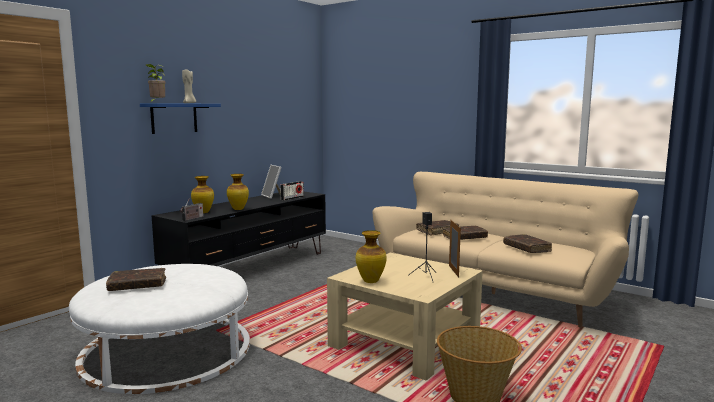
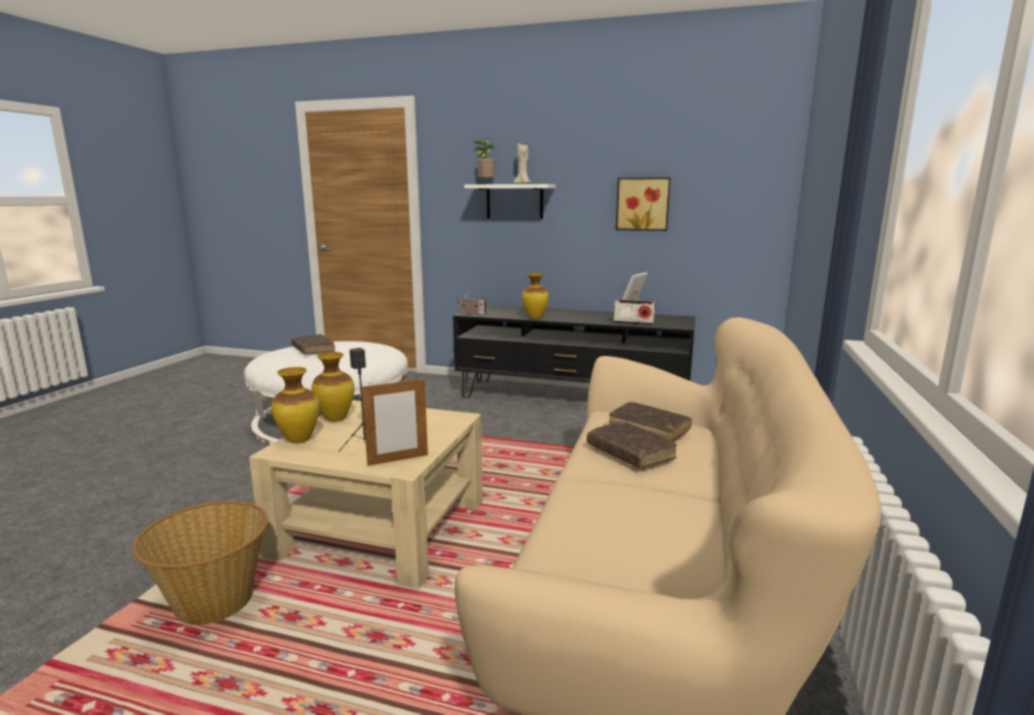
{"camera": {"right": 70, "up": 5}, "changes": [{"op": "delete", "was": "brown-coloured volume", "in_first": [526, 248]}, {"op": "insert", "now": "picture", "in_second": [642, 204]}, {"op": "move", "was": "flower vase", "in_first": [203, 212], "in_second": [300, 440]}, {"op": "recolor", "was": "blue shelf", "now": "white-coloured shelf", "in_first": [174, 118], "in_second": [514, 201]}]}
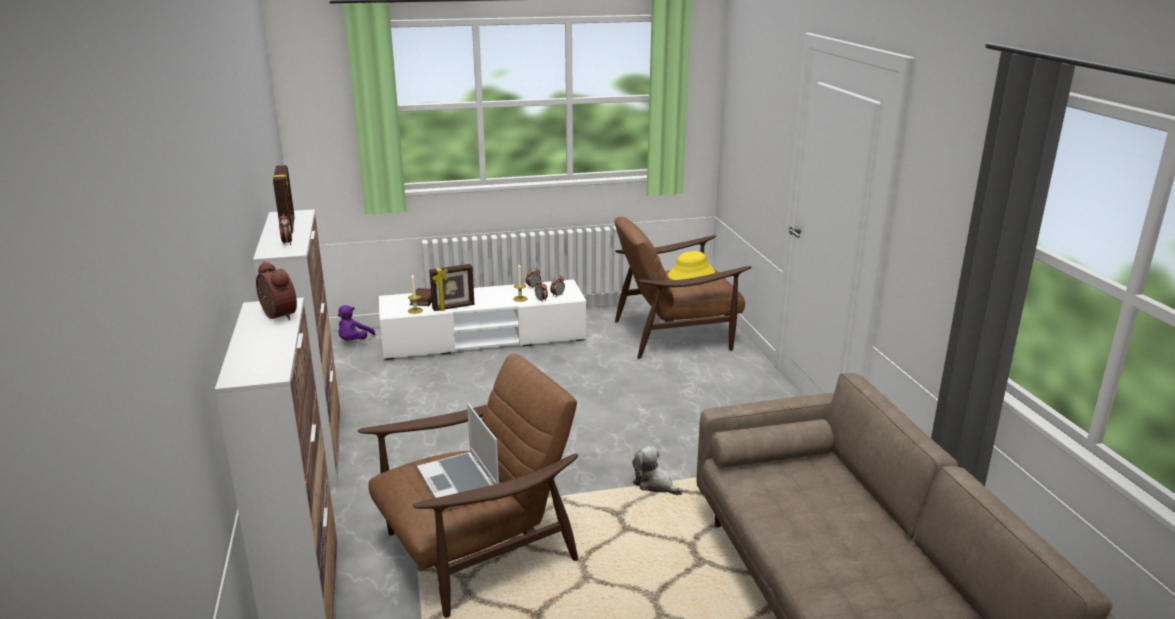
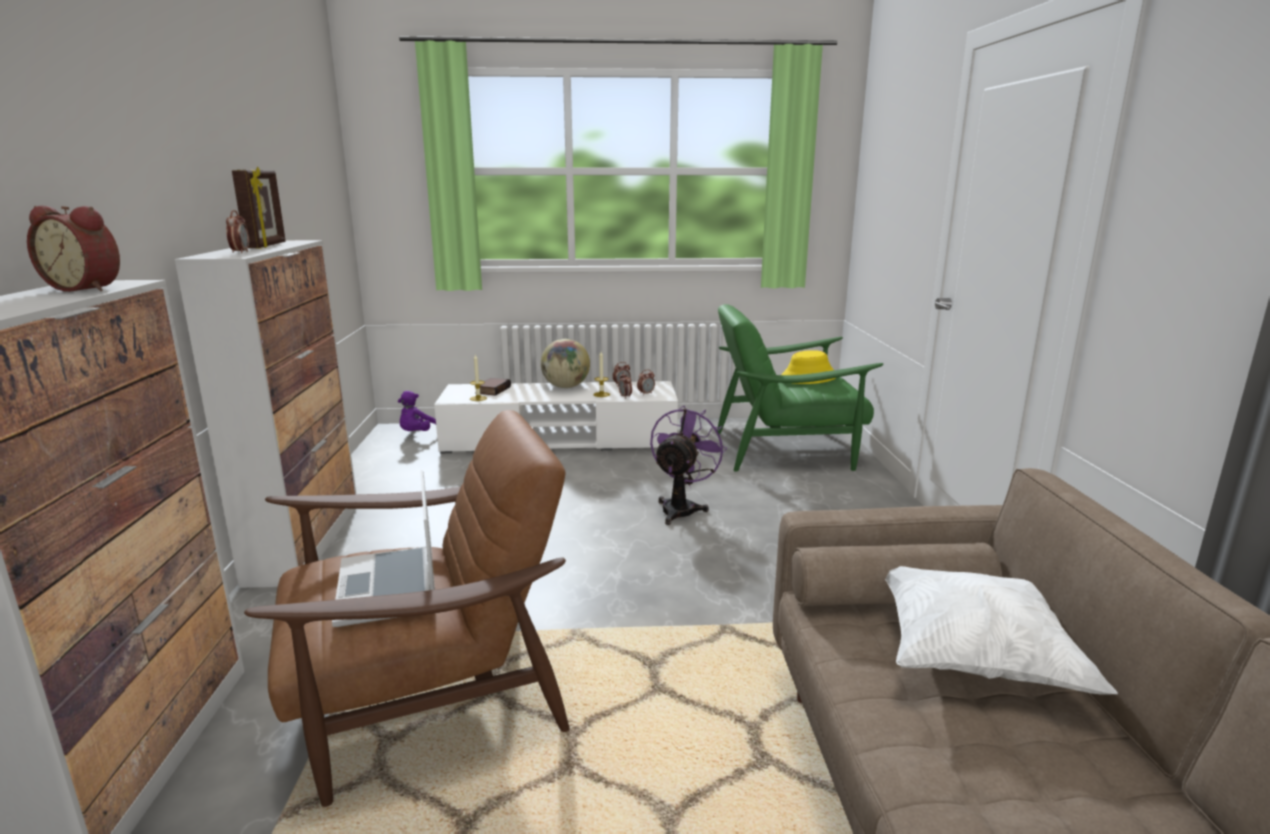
{"camera": {"right": 10, "up": -5}, "changes": [{"op": "delete", "was": "picture frame", "in_first": [453, 307]}, {"op": "delete", "was": "soft toy", "in_first": [654, 484]}, {"op": "insert", "now": "desk globe", "in_second": [565, 387]}, {"op": "insert", "now": "purplish electric fan", "in_second": [681, 508]}, {"op": "insert", "now": "white-coloured throw pillow", "in_second": [974, 657]}, {"op": "recolor", "was": "brown-coloured lounge chair", "now": "greenish lounge chair", "in_first": [675, 334], "in_second": [786, 449]}, {"op": "rotate", "was": "table clock", "in_first": [276, 316], "in_second": [87, 288], "clockwise": 135}]}
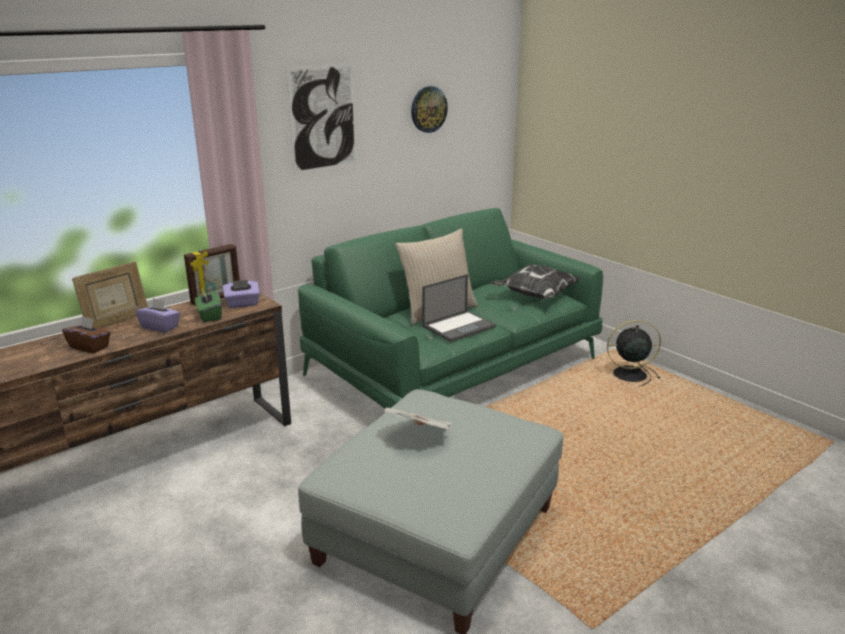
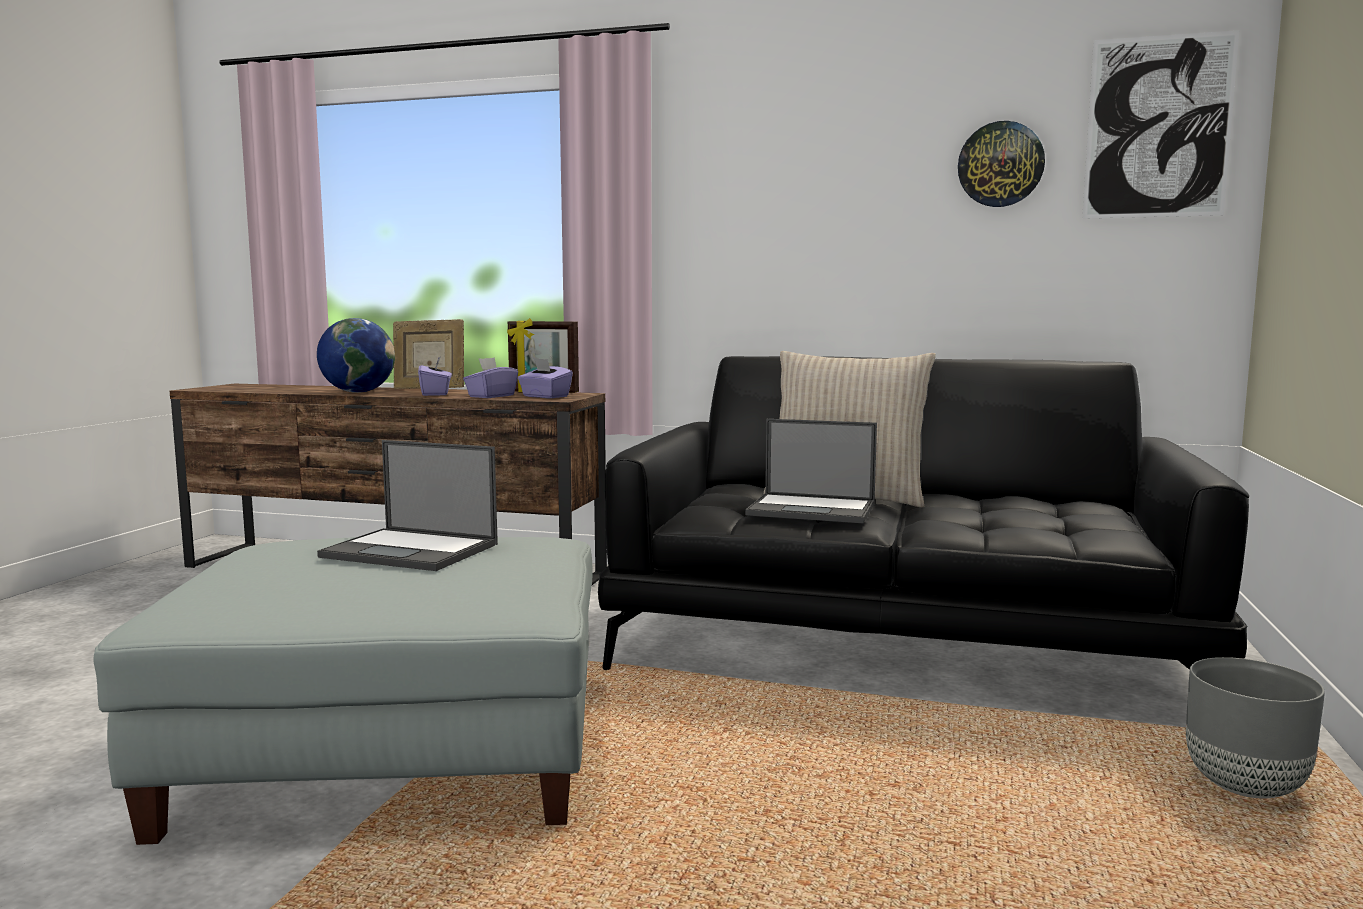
{"camera": {"right": 55, "up": -15}, "changes": [{"op": "delete", "was": "throw pillow", "in_first": [535, 296]}, {"op": "move", "was": "picture", "in_first": [323, 118], "in_second": [1158, 127]}, {"op": "replace", "was": "brown-coloured box of tissues", "now": "desk globe", "in_first": [90, 347], "in_second": [358, 392]}, {"op": "replace", "was": "printed paper", "now": "notebook computer", "in_first": [421, 434], "in_second": [412, 551]}, {"op": "replace", "was": "black electric fan", "now": "greyish plant pot", "in_first": [628, 375], "in_second": [1243, 787]}, {"op": "recolor", "was": "greenish box of tissues", "now": "purplish box of tissues", "in_first": [209, 316], "in_second": [491, 396]}, {"op": "recolor", "was": "greenish couch", "now": "black couch", "in_first": [455, 366], "in_second": [902, 638]}]}
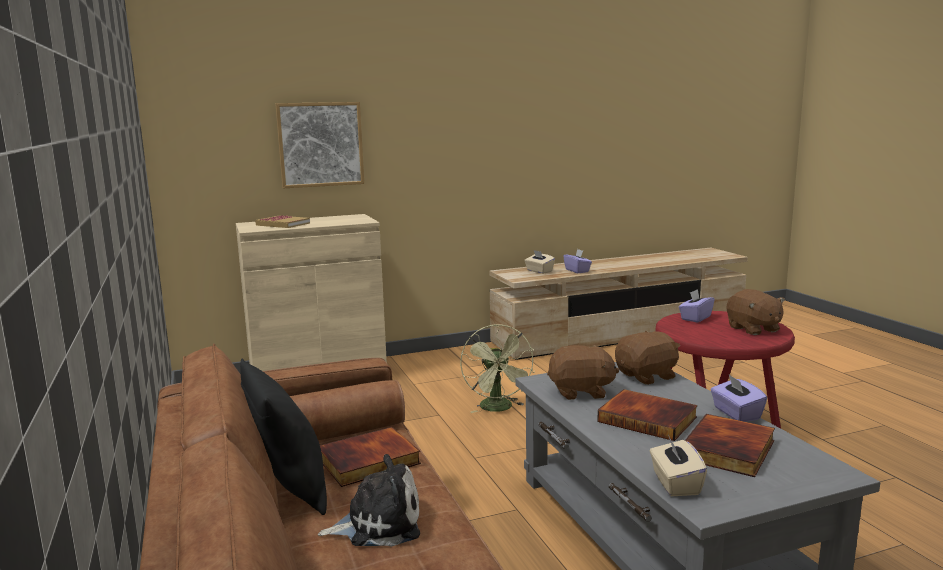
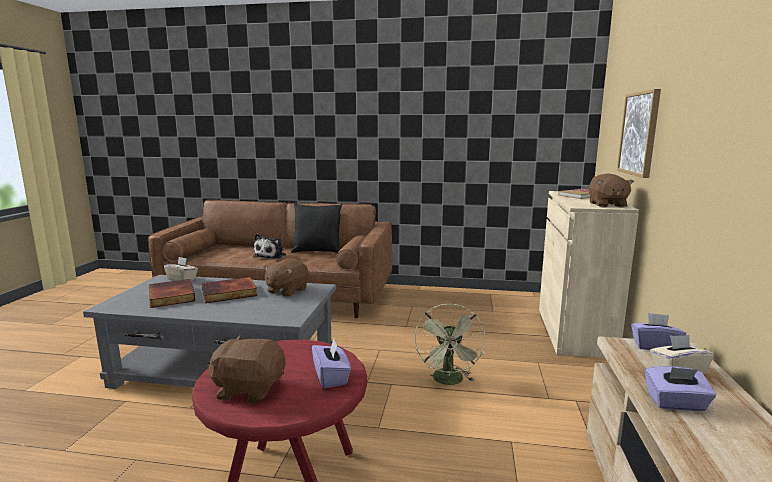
{"camera": {"right": 120, "up": 0}, "changes": [{"op": "delete", "was": "volume", "in_first": [368, 462]}, {"op": "move", "was": "brown-coloured soft toy", "in_first": [647, 376], "in_second": [607, 205]}, {"op": "move", "was": "purplish box of tissues", "in_first": [736, 414], "in_second": [654, 346]}, {"op": "rotate", "was": "greenish electric fan", "in_first": [499, 409], "in_second": [449, 381], "clockwise": -105}]}
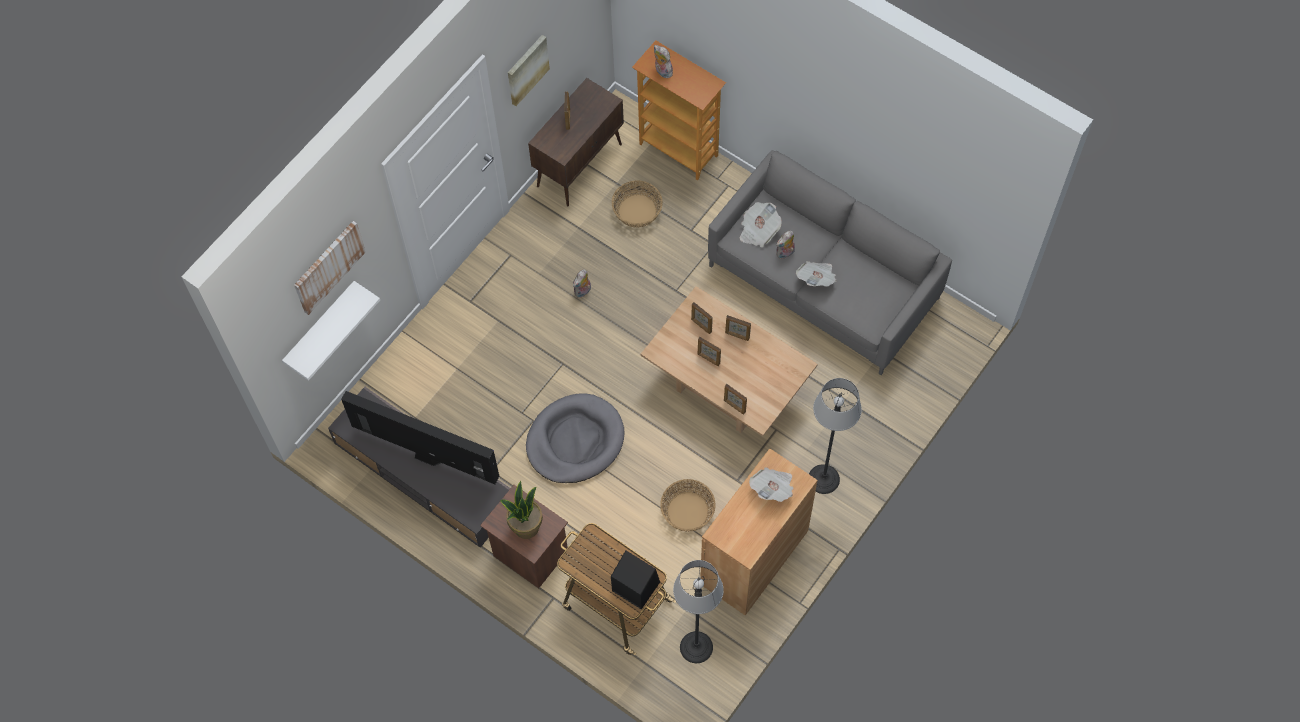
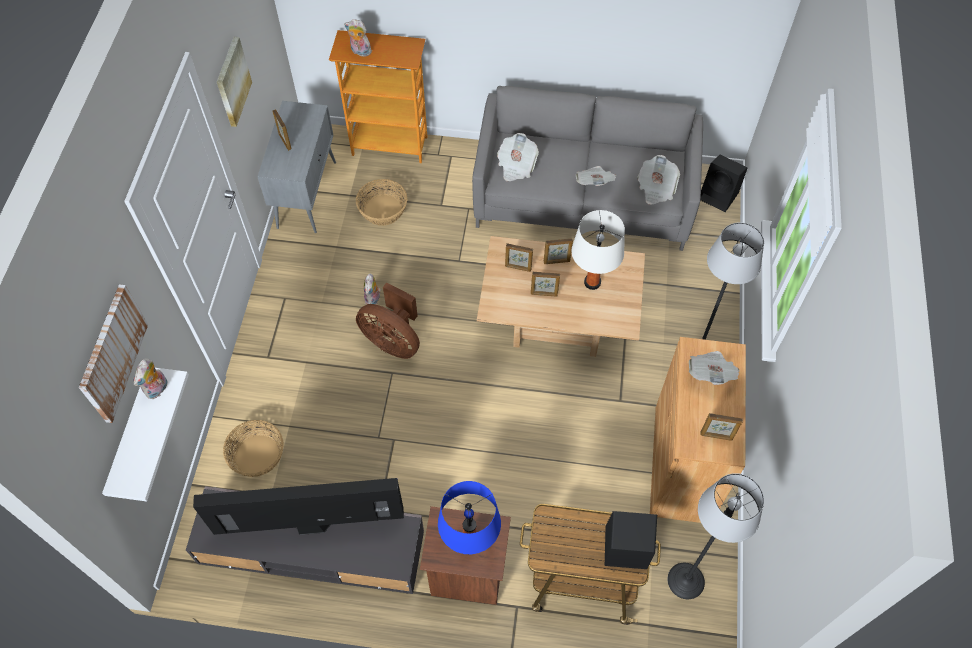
{"camera": {"right": -30, "up": -5}, "changes": [{"op": "delete", "was": "greyish dog bed", "in_first": [575, 441]}, {"op": "insert", "now": "brown-coloured electric fan", "in_second": [393, 340]}, {"op": "insert", "now": "white-coloured table lamp", "in_second": [592, 282]}, {"op": "insert", "now": "printed paper", "in_second": [656, 188]}, {"op": "insert", "now": "black audio speaker", "in_second": [719, 196]}, {"op": "move", "was": "storage basket", "in_first": [687, 511], "in_second": [257, 455]}, {"op": "move", "was": "picture frame", "in_first": [734, 406], "in_second": [716, 436]}, {"op": "move", "was": "soft toy", "in_first": [785, 253], "in_second": [157, 389]}, {"op": "replace", "was": "potted plant", "now": "blue table lamp", "in_first": [526, 527], "in_second": [470, 545]}, {"op": "recolor", "was": "brown-coloured storage cabinet", "now": "greyish storage cabinet", "in_first": [580, 164], "in_second": [307, 194]}]}
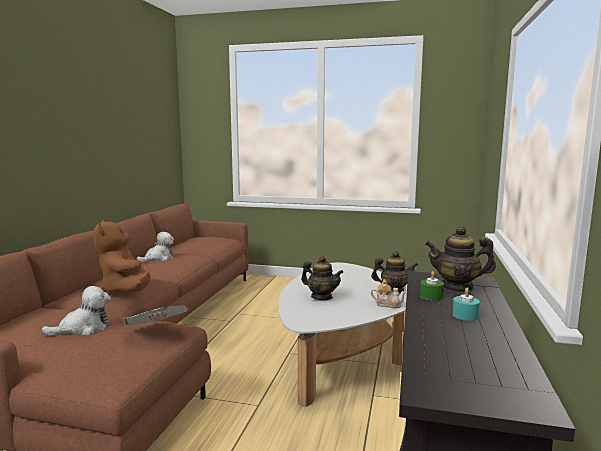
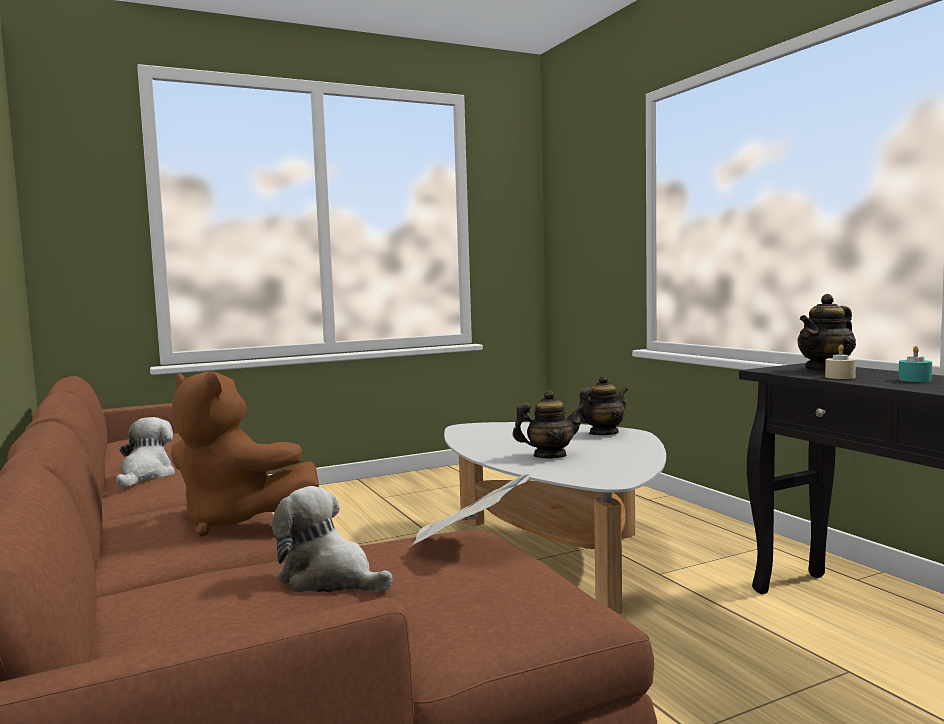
{"camera": {"right": -40, "up": -5}, "changes": [{"op": "delete", "was": "teapot", "in_first": [388, 304]}, {"op": "recolor", "was": "greenish candle", "now": "beige-coloured candle", "in_first": [431, 296], "in_second": [840, 377]}, {"op": "rotate", "was": "soft toy", "in_first": [83, 328], "in_second": [329, 579], "clockwise": -75}]}
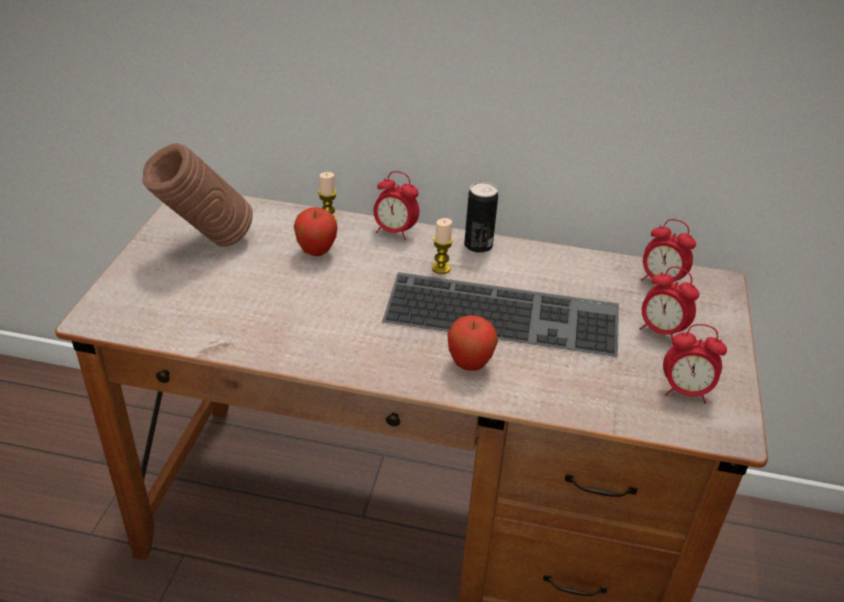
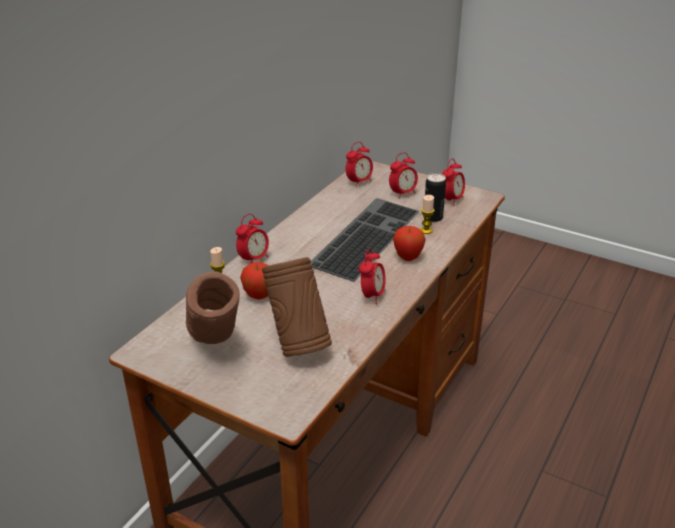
{"camera": {"right": -70, "up": -5}, "changes": [{"op": "insert", "now": "brown-coloured flower vase", "in_second": [298, 345]}, {"op": "insert", "now": "table clock", "in_second": [372, 296]}, {"op": "move", "was": "candle", "in_first": [441, 268], "in_second": [426, 230]}, {"op": "move", "was": "sealed can", "in_first": [478, 245], "in_second": [433, 217]}]}
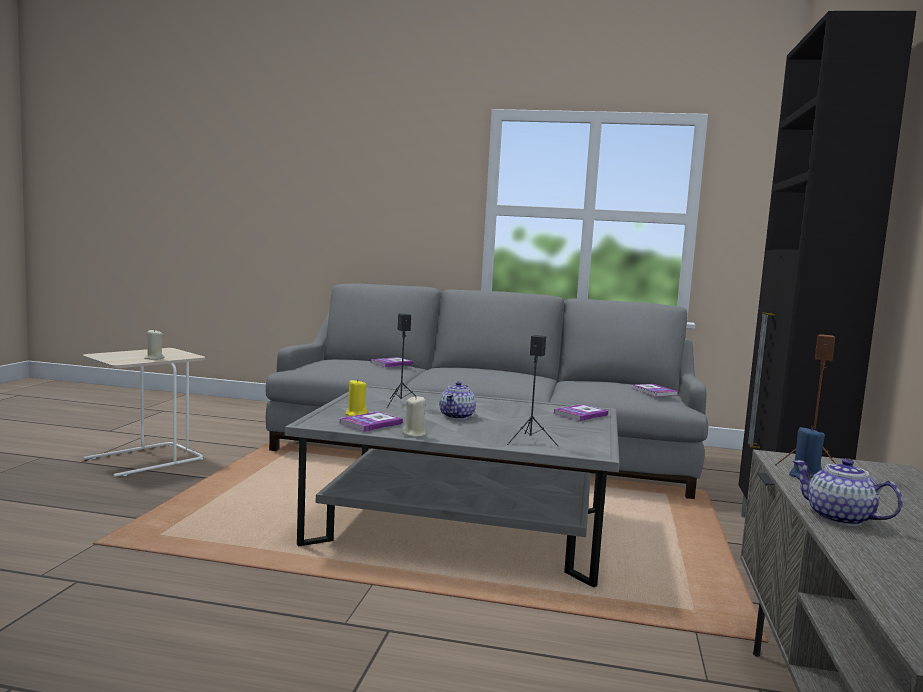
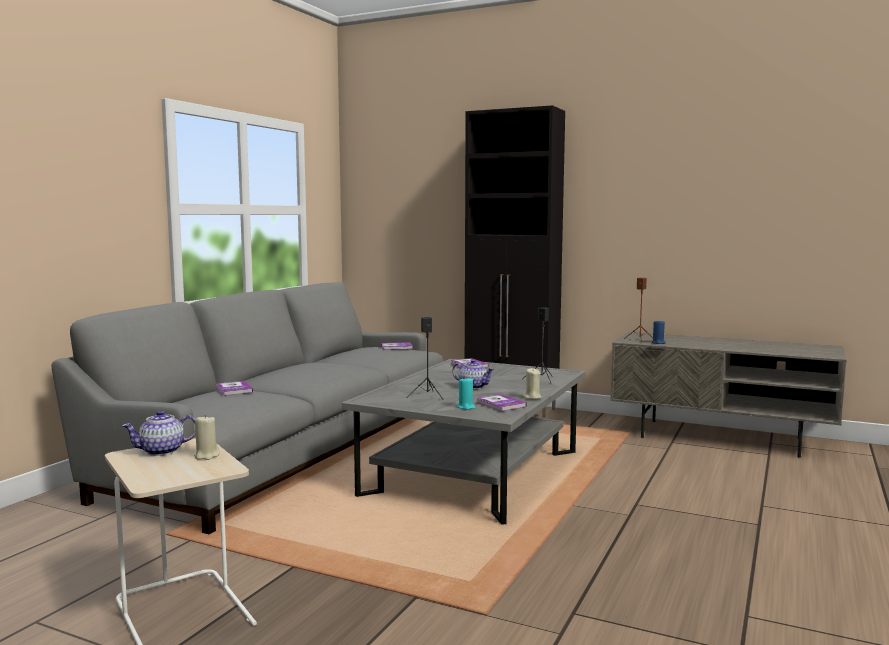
{"camera": {"right": -75, "up": 0}, "changes": [{"op": "move", "was": "teapot", "in_first": [840, 518], "in_second": [162, 451]}, {"op": "recolor", "was": "yellow-coloured candle", "now": "turquoise-coloured candle", "in_first": [356, 414], "in_second": [466, 407]}]}
